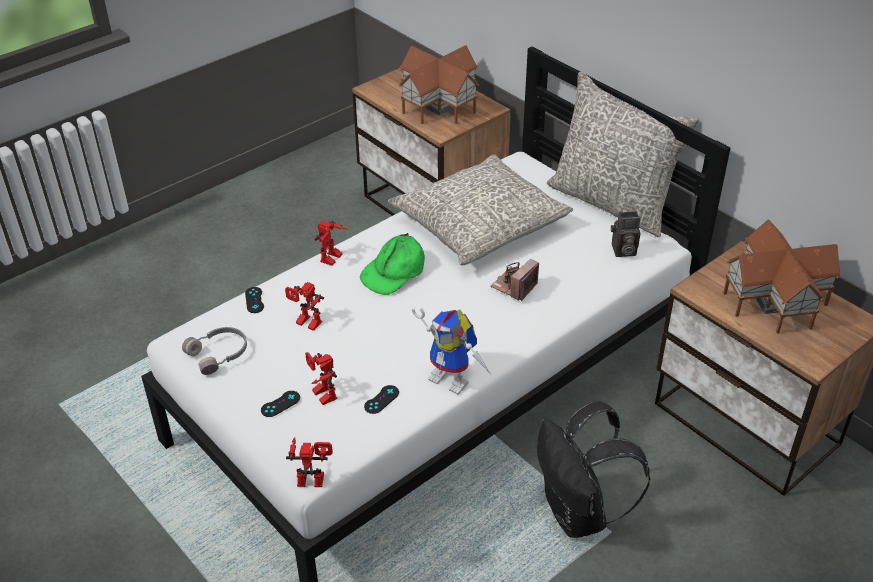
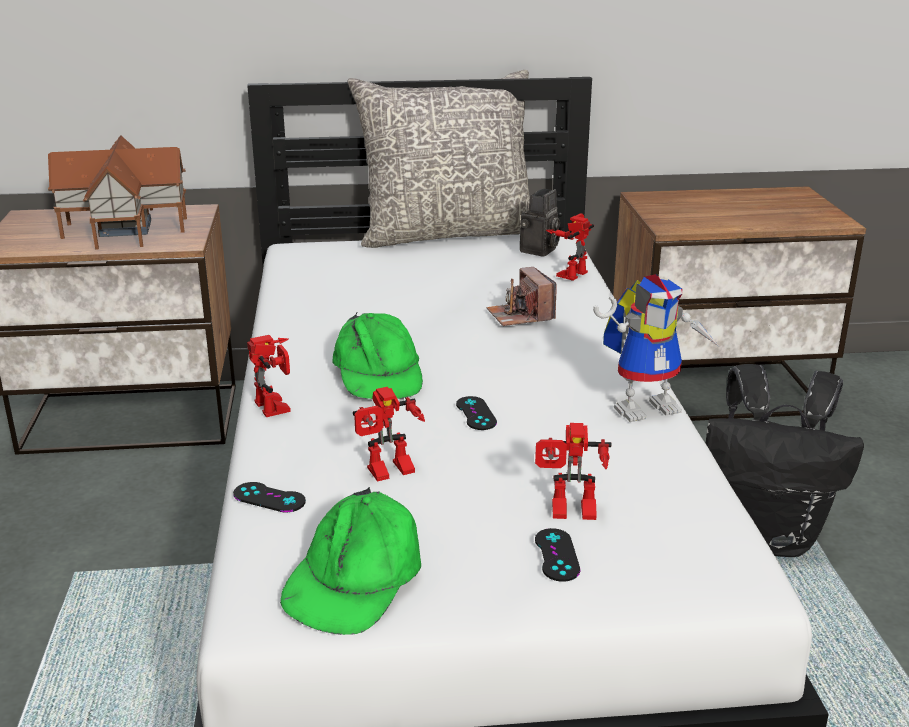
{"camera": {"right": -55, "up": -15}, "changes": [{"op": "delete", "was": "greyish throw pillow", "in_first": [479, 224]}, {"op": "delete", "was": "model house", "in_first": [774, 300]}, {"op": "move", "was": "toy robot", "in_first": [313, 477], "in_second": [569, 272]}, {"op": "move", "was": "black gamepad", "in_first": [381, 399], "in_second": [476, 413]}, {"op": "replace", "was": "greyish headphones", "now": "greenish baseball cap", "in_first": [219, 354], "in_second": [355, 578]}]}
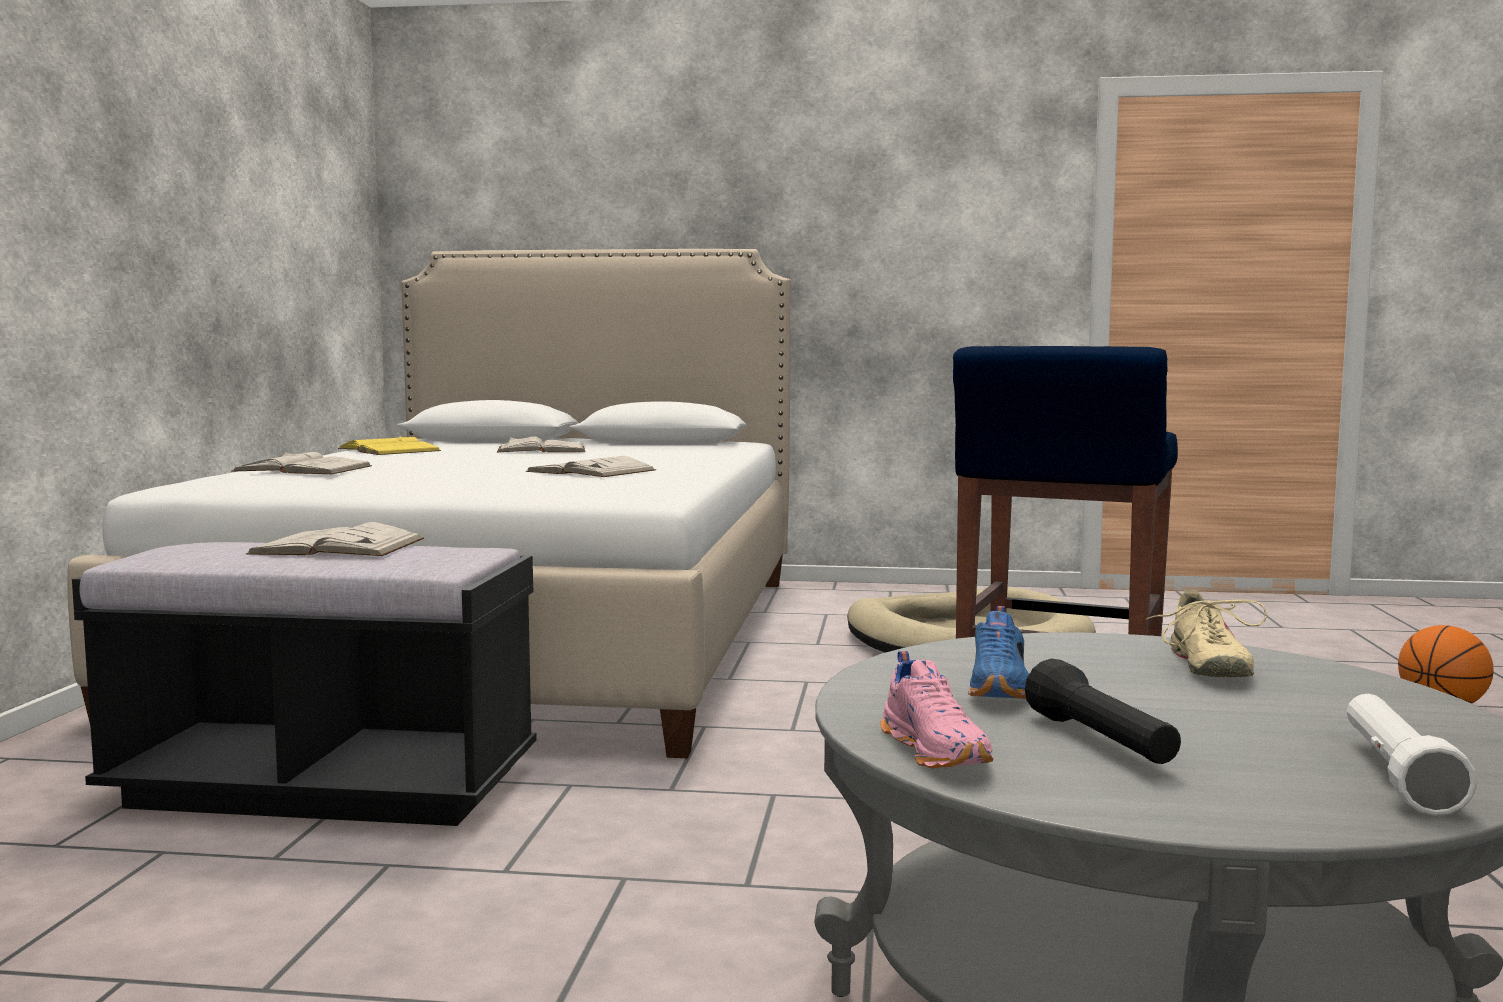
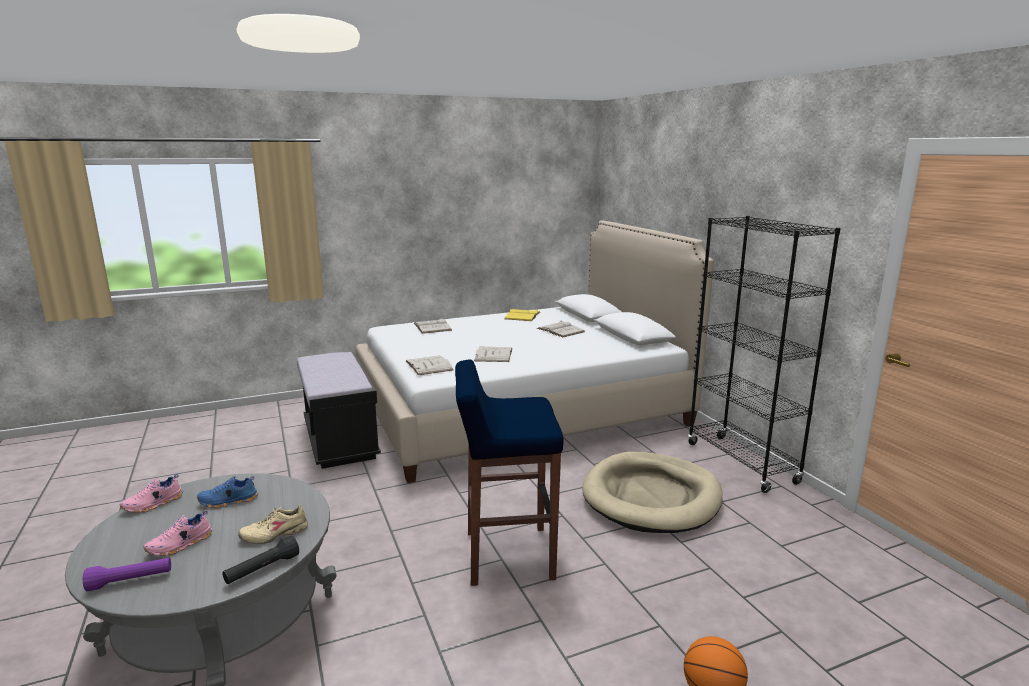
{"camera": {"right": 60, "up": 10}, "changes": [{"op": "insert", "now": "pinkish item of footwear", "in_second": [180, 545]}, {"op": "insert", "now": "black bookshelf", "in_second": [741, 463]}, {"op": "move", "was": "white-coloured volume", "in_first": [338, 546], "in_second": [429, 365]}, {"op": "move", "was": "black hand torch", "in_first": [1101, 743], "in_second": [262, 570]}, {"op": "recolor", "was": "white-coloured hand torch", "now": "purplish hand torch", "in_first": [1396, 775], "in_second": [130, 581]}]}
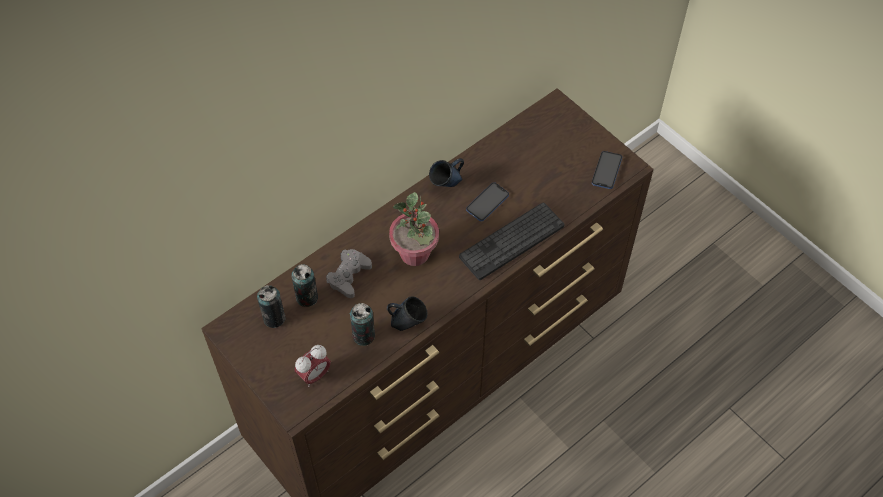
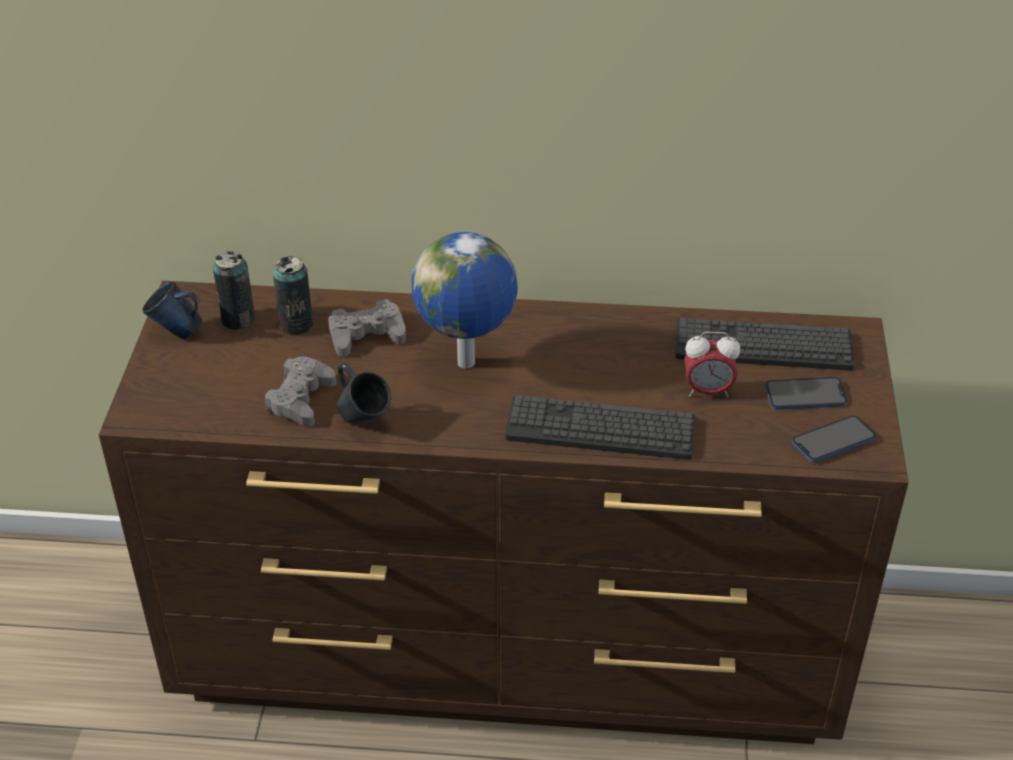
{"camera": {"right": 45, "up": -15}, "changes": [{"op": "insert", "now": "PC keyboard", "in_second": [763, 346]}, {"op": "move", "was": "table clock", "in_first": [314, 375], "in_second": [707, 391]}, {"op": "move", "was": "blue coffee mug", "in_first": [447, 185], "in_second": [177, 333]}, {"op": "move", "was": "telephone", "in_first": [487, 202], "in_second": [805, 395]}, {"op": "replace", "was": "sealed can", "now": "greyish gamepad", "in_first": [364, 336], "in_second": [301, 399]}, {"op": "replace", "was": "potted plant", "now": "desk globe", "in_first": [415, 254], "in_second": [467, 364]}]}
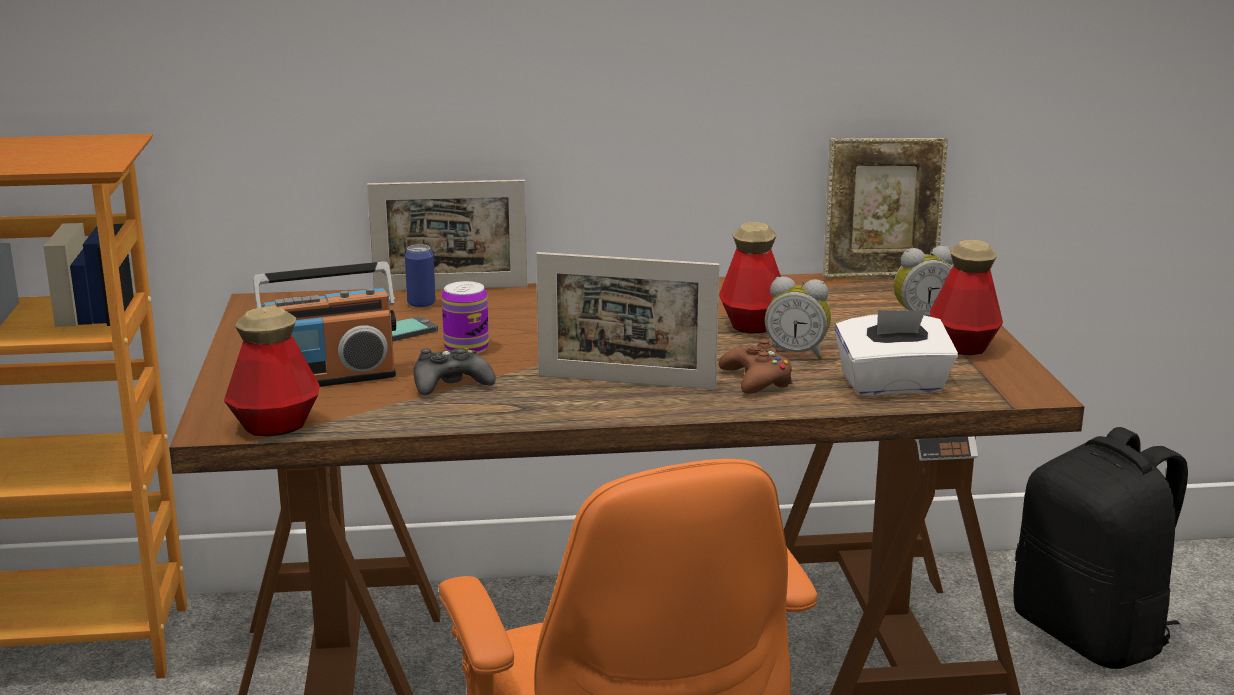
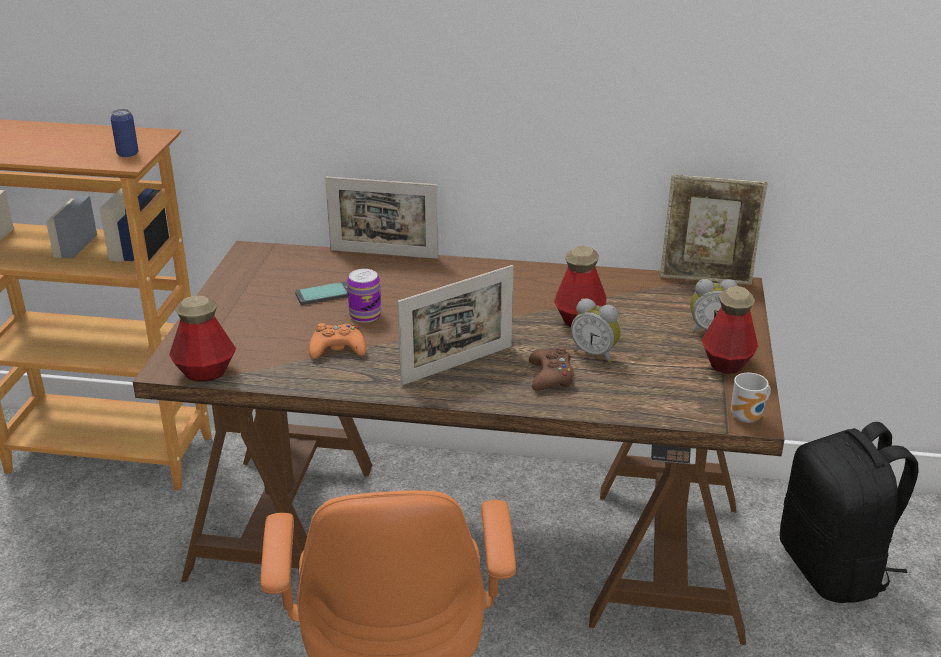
{"camera": {"right": 15, "up": 10}, "changes": [{"op": "delete", "was": "radio receiver", "in_first": [331, 378]}, {"op": "delete", "was": "white-coloured box of tissues", "in_first": [893, 386]}, {"op": "insert", "now": "coffee mug", "in_second": [749, 418]}, {"op": "move", "was": "sealed can", "in_first": [421, 304], "in_second": [127, 154]}, {"op": "recolor", "was": "black gamepad", "now": "orange-coloured gamepad", "in_first": [451, 384], "in_second": [337, 349]}, {"op": "rotate", "was": "picture frame", "in_first": [626, 382], "in_second": [457, 365], "clockwise": -60}]}
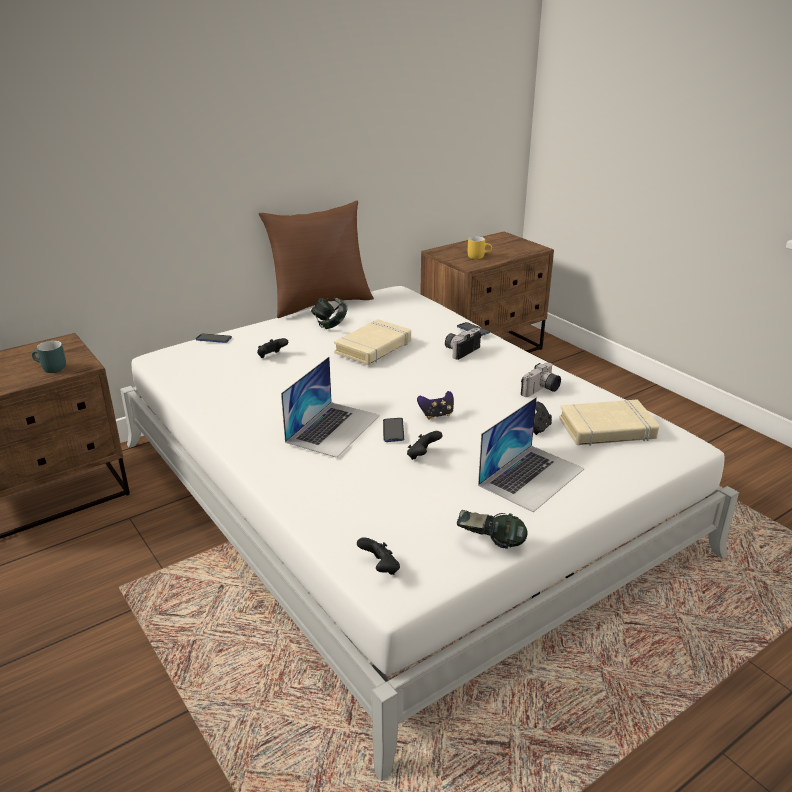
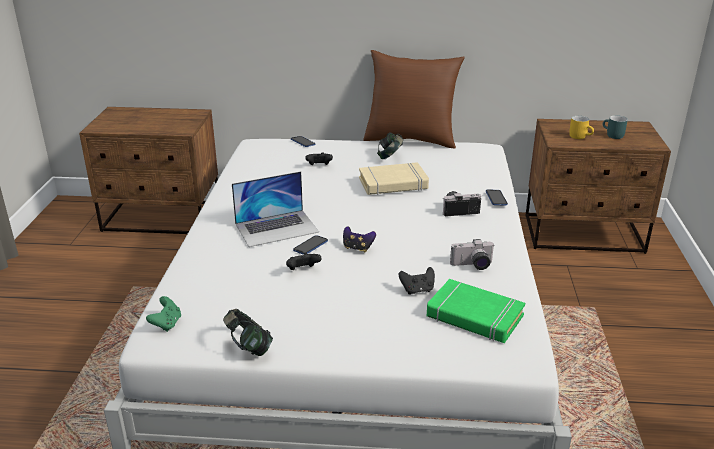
{"camera": {"right": 40, "up": 0}, "changes": [{"op": "delete", "was": "notebook computer", "in_first": [531, 476]}, {"op": "move", "was": "turquoise-coloured coffee mug", "in_first": [50, 369], "in_second": [612, 135]}, {"op": "recolor", "was": "black gamepad", "now": "greenish gamepad", "in_first": [380, 568], "in_second": [166, 324]}, {"op": "recolor", "was": "beige-coloured volume", "now": "greenish volume", "in_first": [607, 429], "in_second": [474, 317]}]}
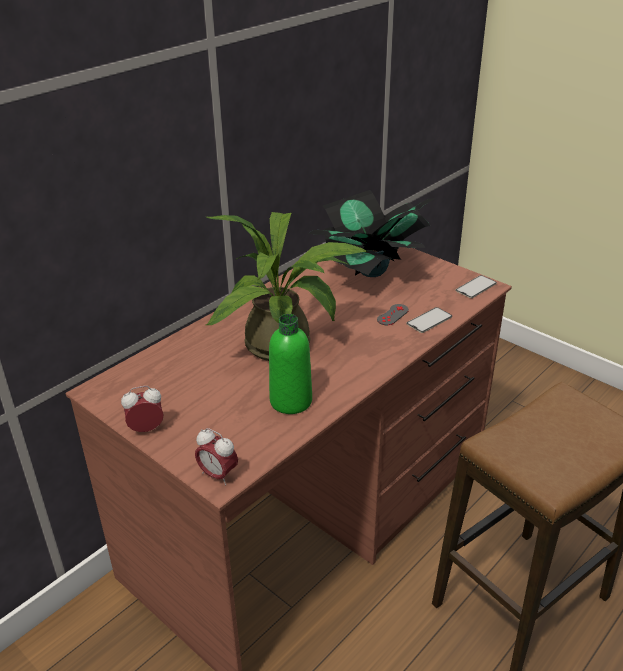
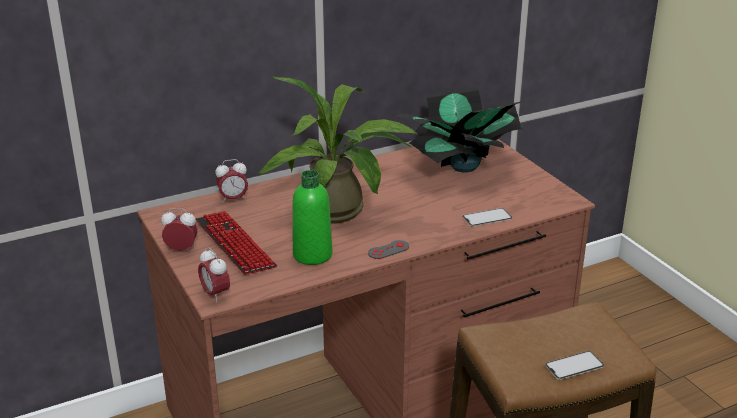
{"camera": {"right": 20, "up": -5}, "changes": [{"op": "insert", "now": "PC keyboard", "in_second": [235, 244]}, {"op": "insert", "now": "table clock", "in_second": [233, 199]}, {"op": "move", "was": "greyish gamepad", "in_first": [392, 315], "in_second": [388, 250]}, {"op": "move", "was": "telephone", "in_first": [476, 287], "in_second": [574, 366]}]}
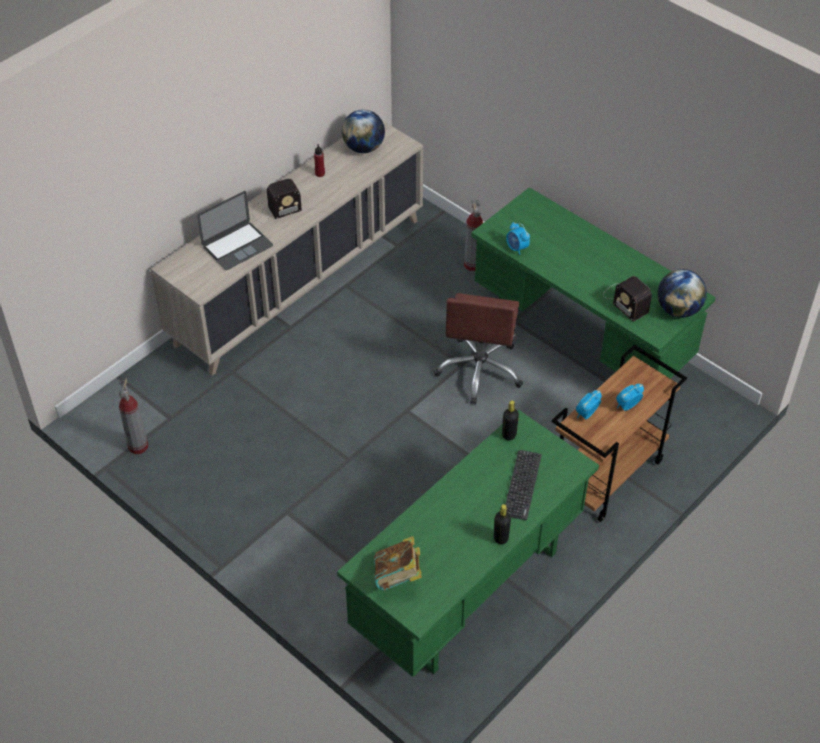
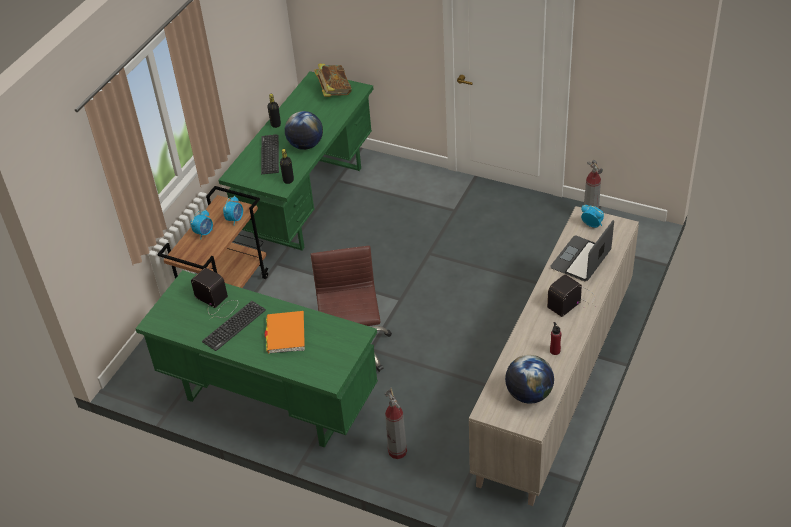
{"camera": {"right": 165, "up": -5}, "changes": [{"op": "insert", "now": "PC keyboard", "in_second": [234, 326]}, {"op": "insert", "now": "orange-coloured volume", "in_second": [286, 334]}, {"op": "move", "was": "table clock", "in_first": [517, 248], "in_second": [592, 224]}, {"op": "move", "was": "desk globe", "in_first": [678, 309], "in_second": [305, 145]}]}
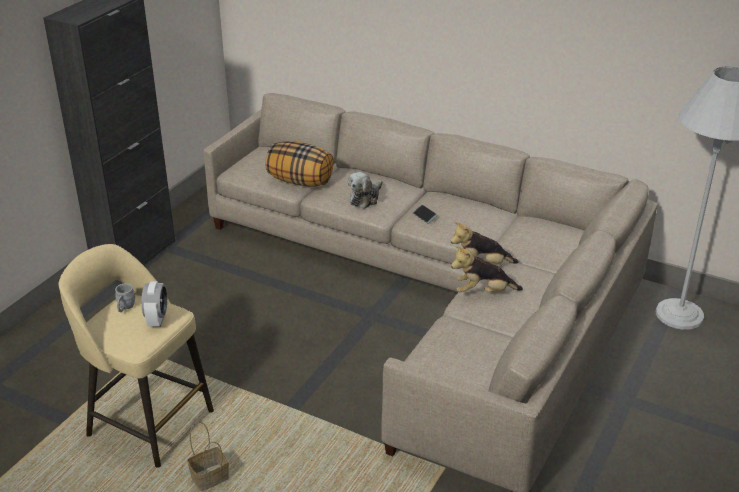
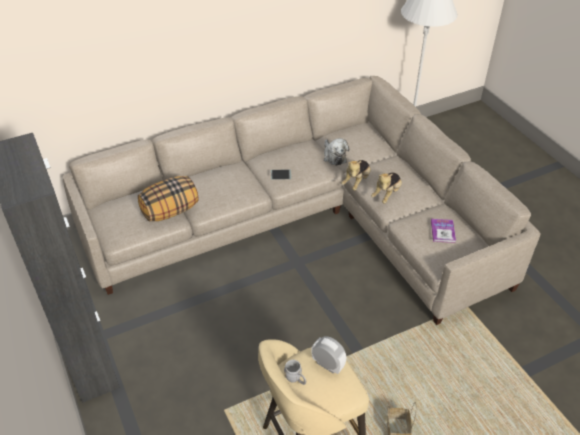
{"camera": {"right": -55, "up": 10}, "changes": [{"op": "insert", "now": "volume", "in_second": [443, 231]}, {"op": "move", "was": "soft toy", "in_first": [365, 198], "in_second": [334, 156]}]}
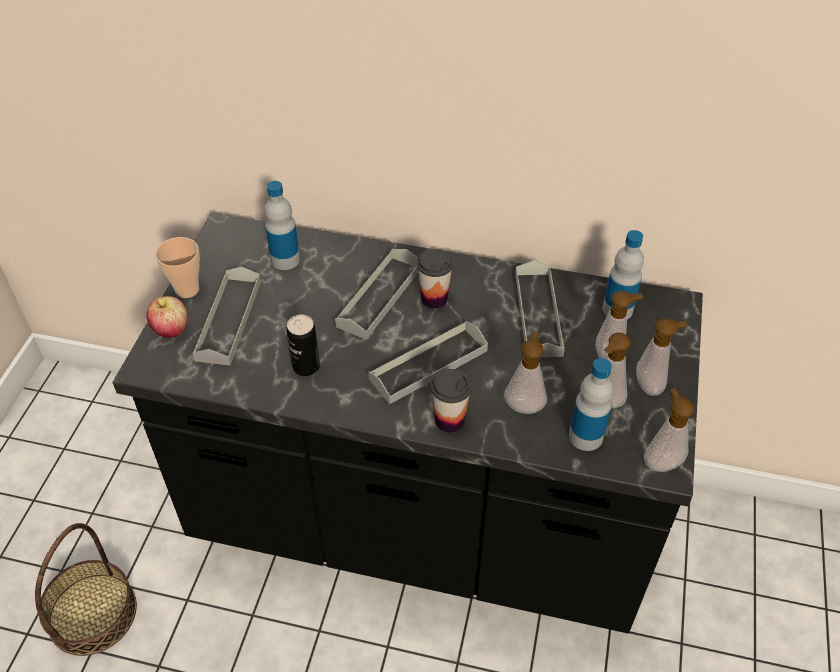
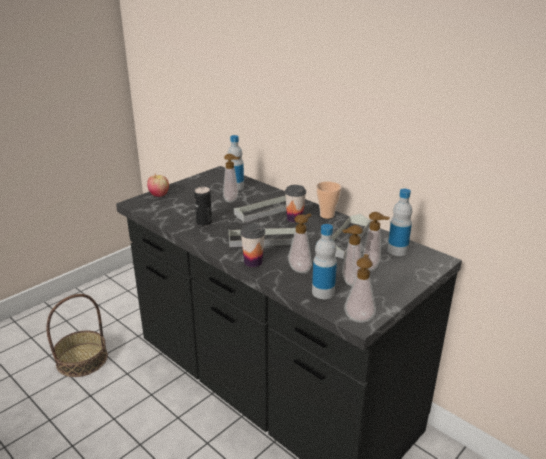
{"camera": {"right": 30, "up": -20}, "changes": [{"op": "delete", "was": "greyish serving tray", "in_first": [229, 320]}, {"op": "move", "was": "drinking cup", "in_first": [187, 290], "in_second": [327, 215]}, {"op": "move", "was": "soap dispenser", "in_first": [651, 385], "in_second": [232, 200]}]}
